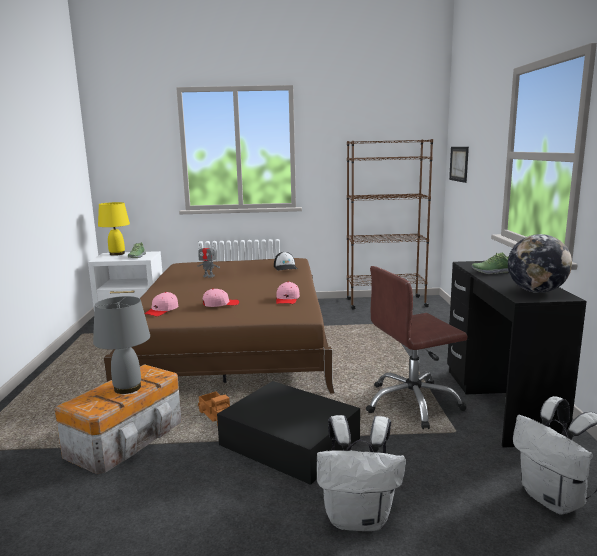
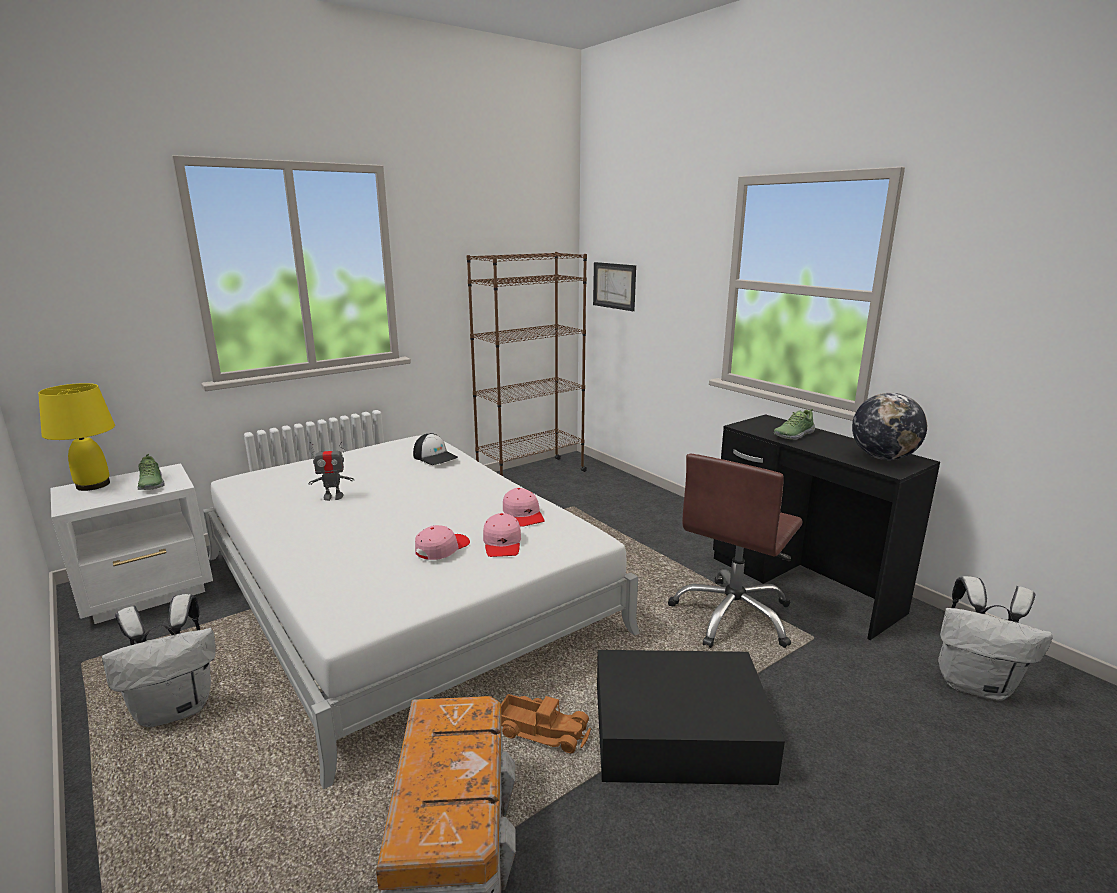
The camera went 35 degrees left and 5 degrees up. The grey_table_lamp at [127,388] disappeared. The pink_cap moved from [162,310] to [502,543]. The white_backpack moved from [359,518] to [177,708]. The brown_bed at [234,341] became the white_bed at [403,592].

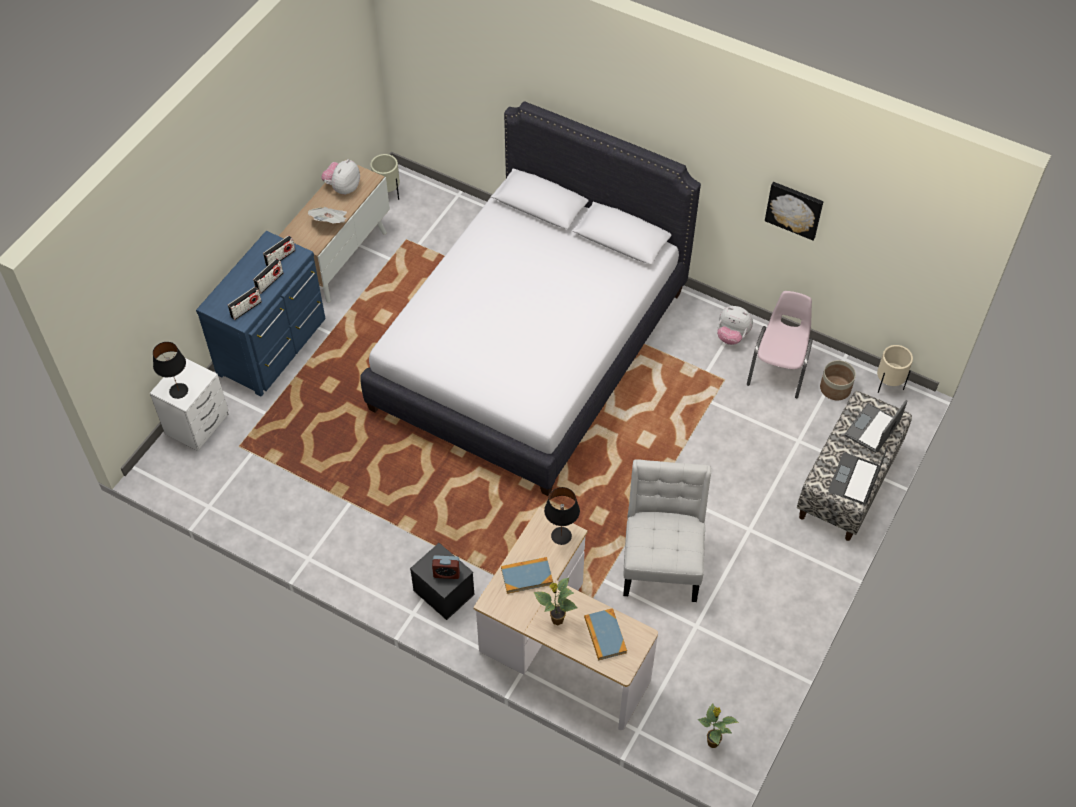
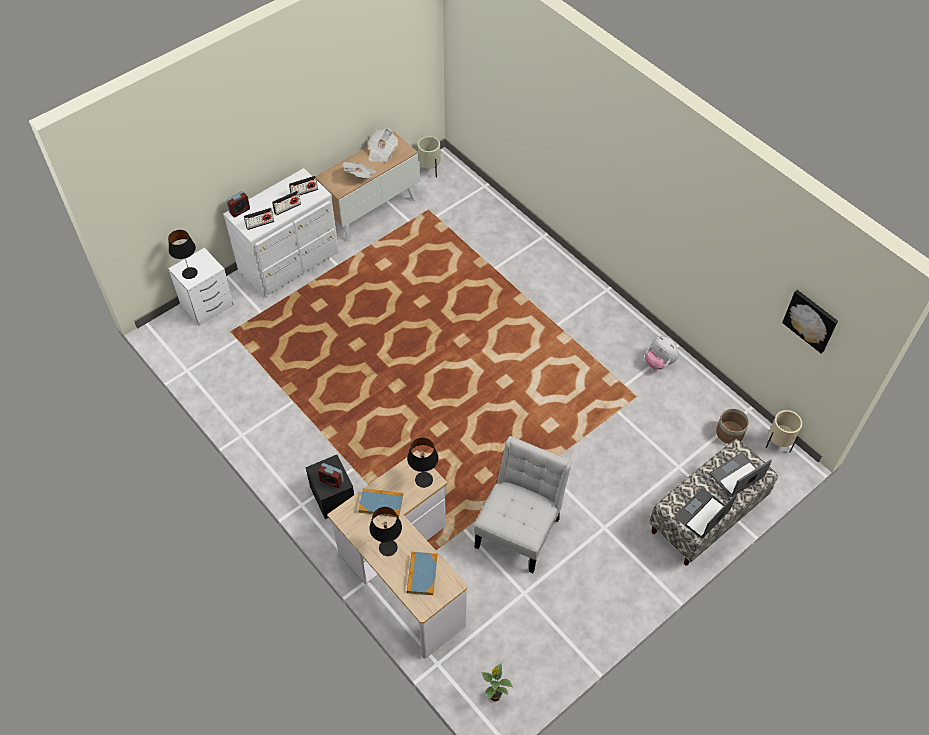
The camera went 20 degrees right and 0 degrees up. The white_bed at [529,349] disappeared. The pink_chair at [779,368] disappeared. The alarm_clock at [239,211] appeared. The picture moved from [794,209] to [811,320]. The plush_toy at [343,188] was replaced by the newspaper at [382,152]. The potted_plant at [556,620] was replaced by the black_table_lamp at [388,547]. The blue_dresser at [274,346] became the white_dresser at [291,263].

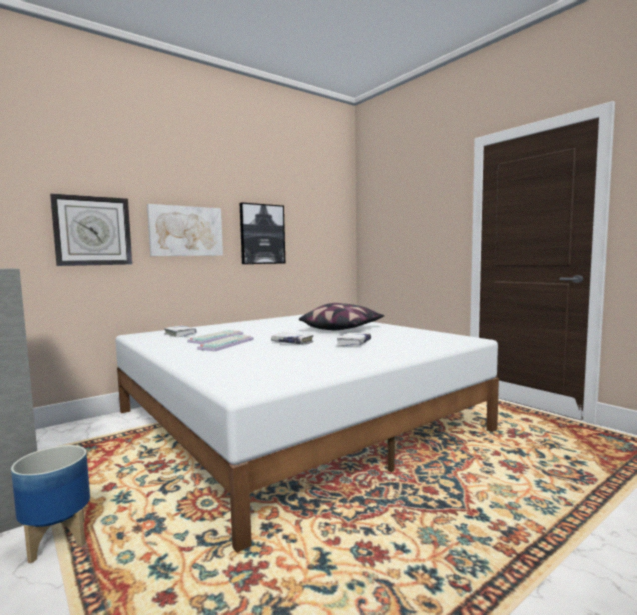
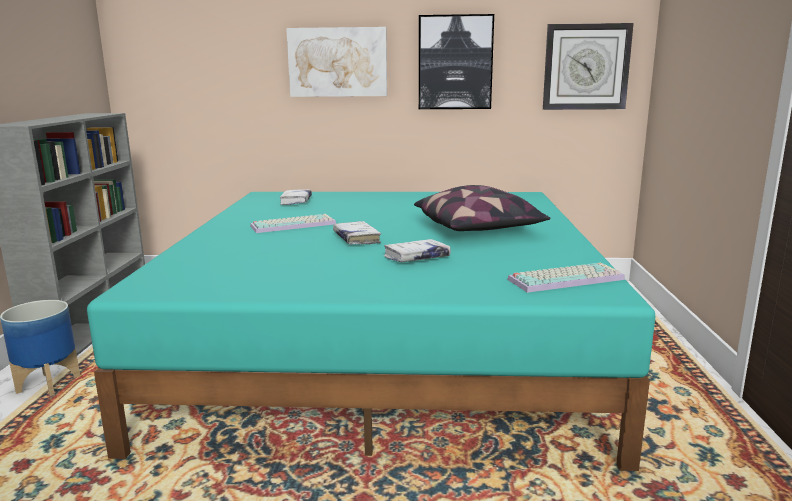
The camera went 40 degrees right and 10 degrees up. The wall_clock moved from [93,231] to [586,67]. The keyboard moved from [216,338] to [566,278]. The white_bed at [294,420] became the turquoise_bed at [387,344].

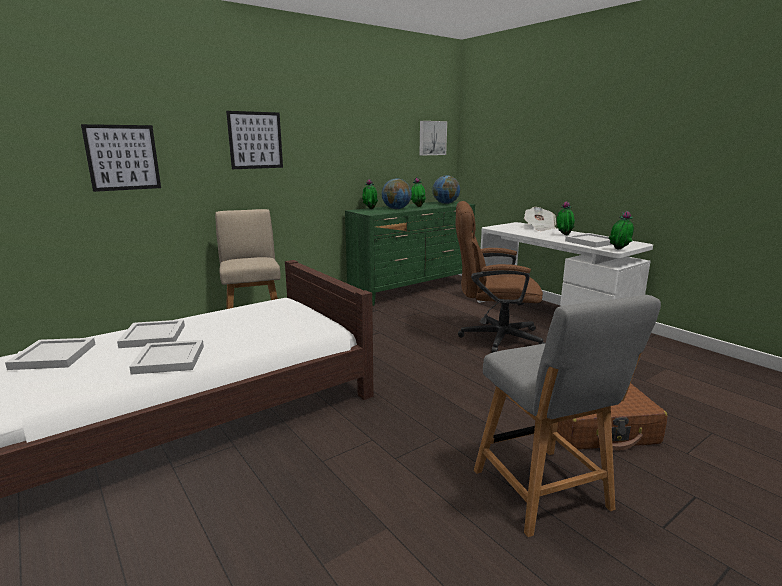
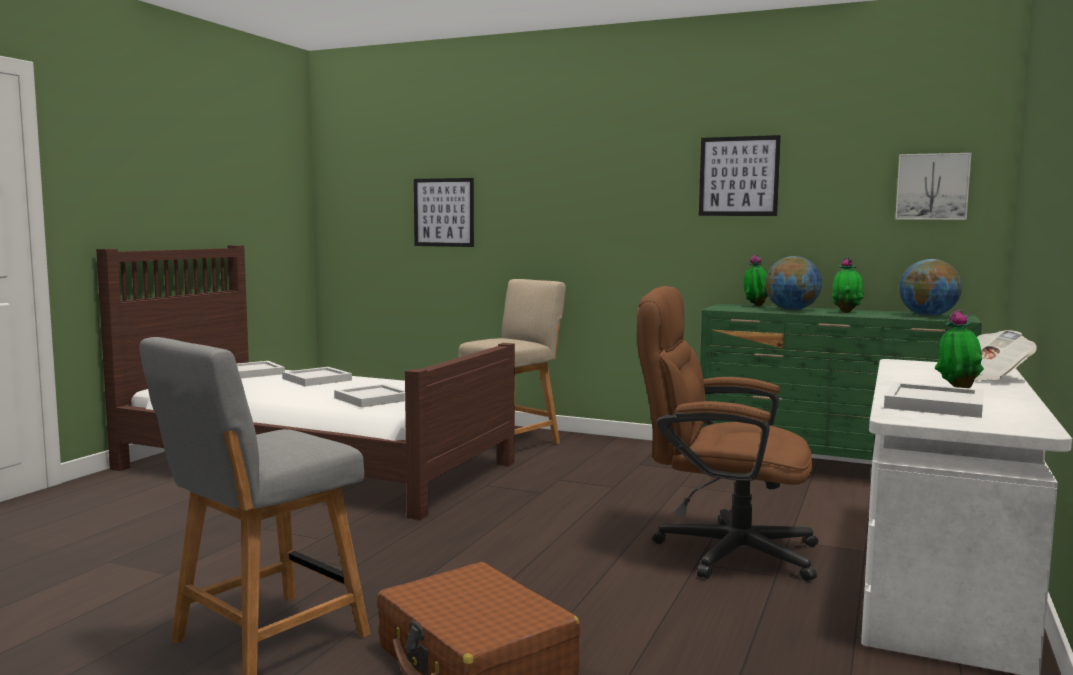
The camera went 60 degrees right and 10 degrees down. The potted_plant at [619,250] disappeared. The white_tray moved from [170,360] to [372,399]. The picture moved from [255,140] to [738,176]. The brown_office_chair at [492,337] turned 45 degrees counterclockwise.

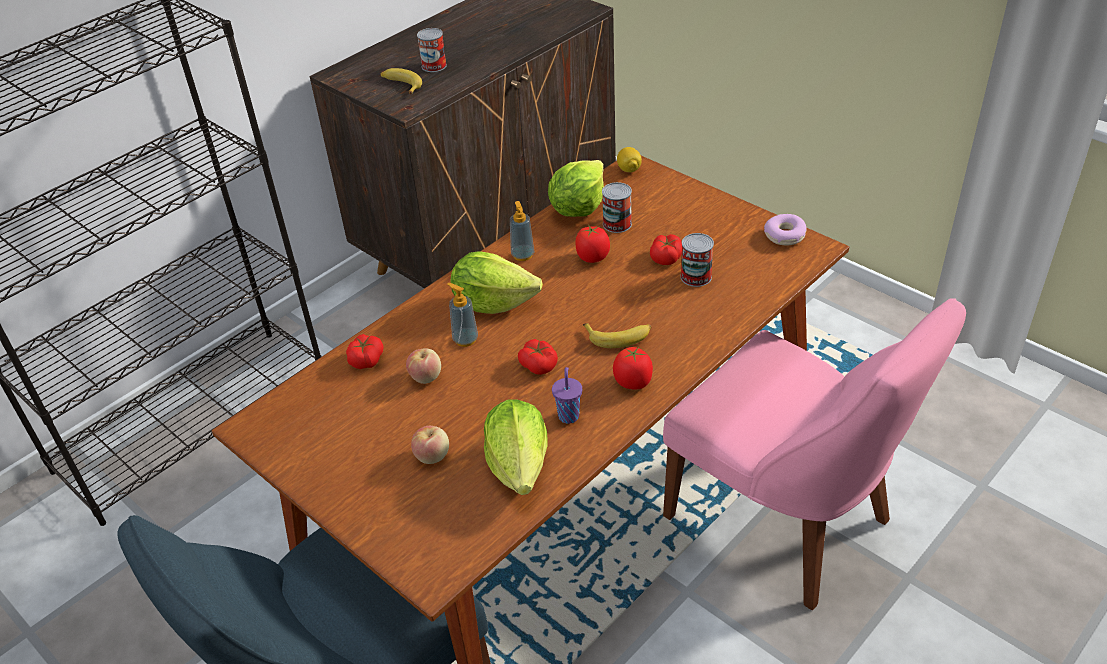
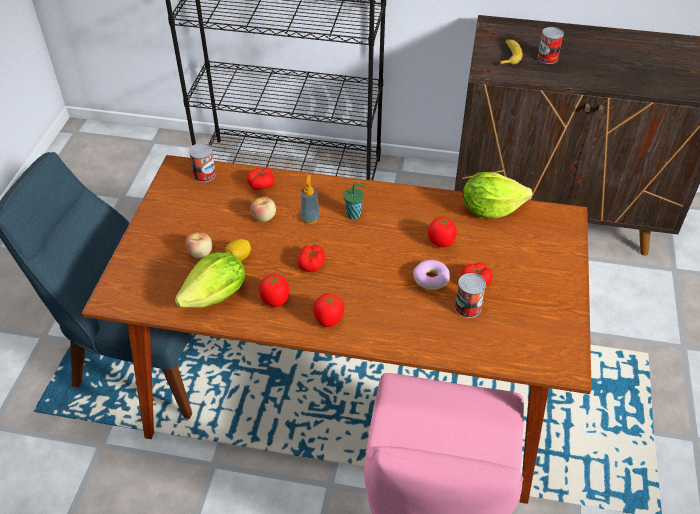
The camera went 55 degrees right and 5 degrees up. The soap_dispenser at [523,255] disappeared. The banana at [619,337] disappeared. The can moved from [617,224] to [204,175]. The lemon moved from [629,169] to [238,257]. The donut moved from [785,236] to [431,279]. The lettuce at [493,303] was replaced by the green_cup at [354,214]. The purple_cup at [568,415] was replaced by the tomato at [275,300].

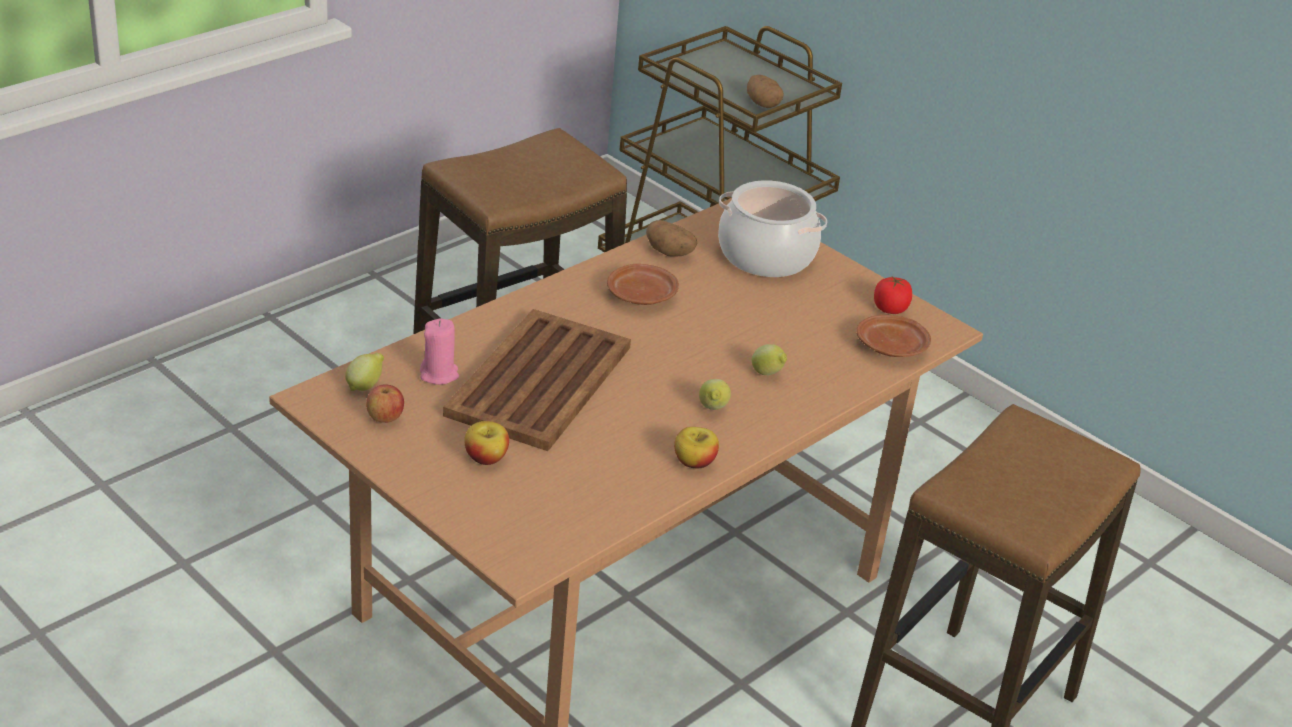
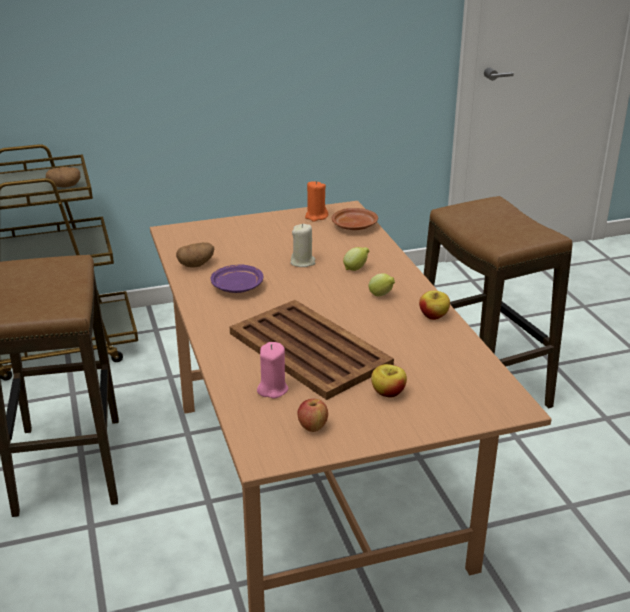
The camera went 60 degrees left and 5 degrees down. The lemon at [365,386] disappeared. The cooking_pot at [765,256] disappeared. The beige_candle at [303,262] appeared. The tomato at [890,309] was replaced by the orange_candle at [316,216]. The brown_plate at [642,295] became the purple_plate at [237,287].

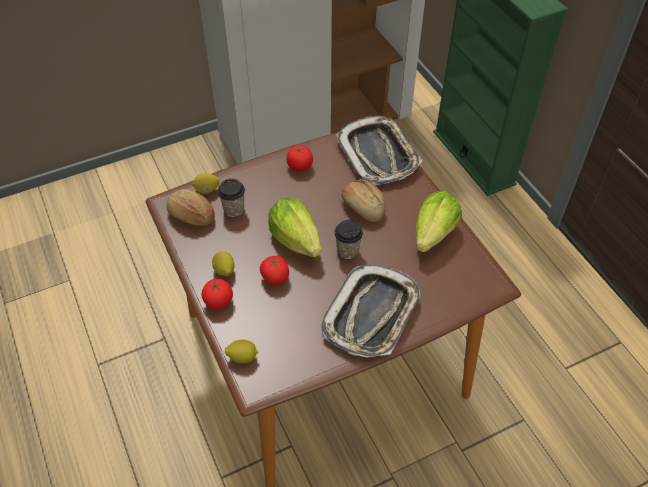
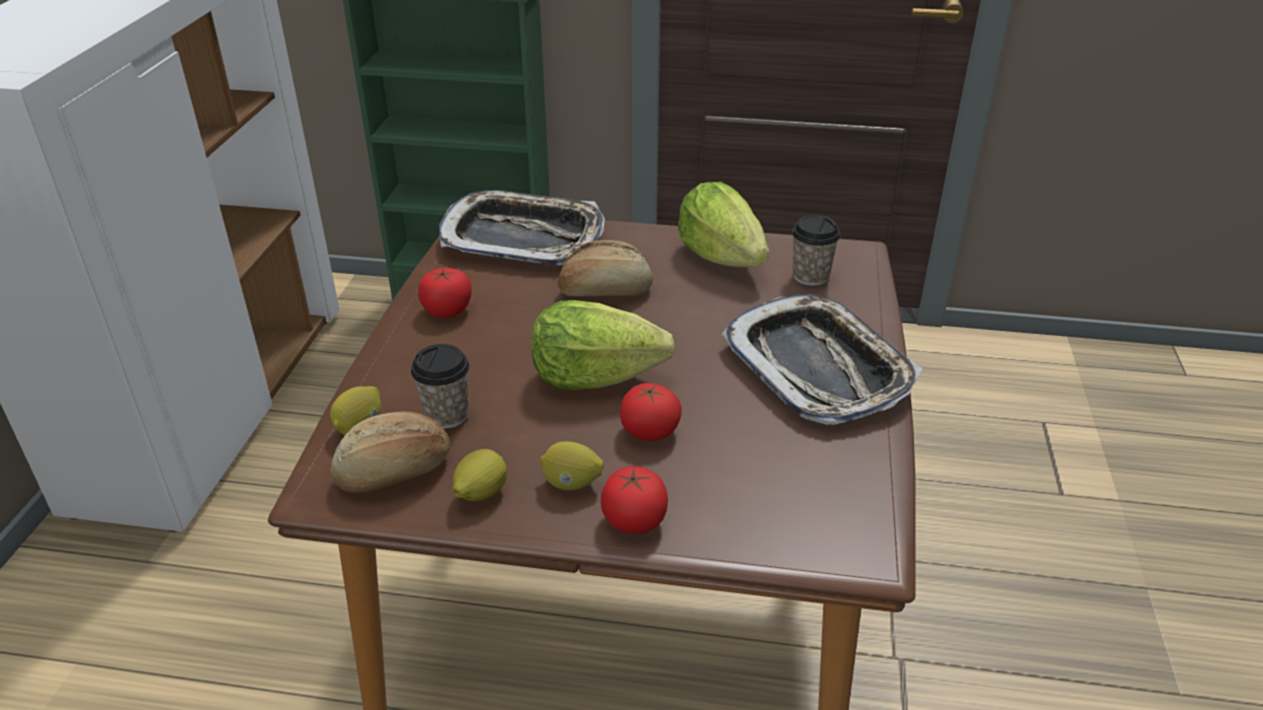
The camera went 55 degrees left and 15 degrees down. The lemon moved from [242,357] to [480,493]. The cup moved from [347,251] to [810,276].

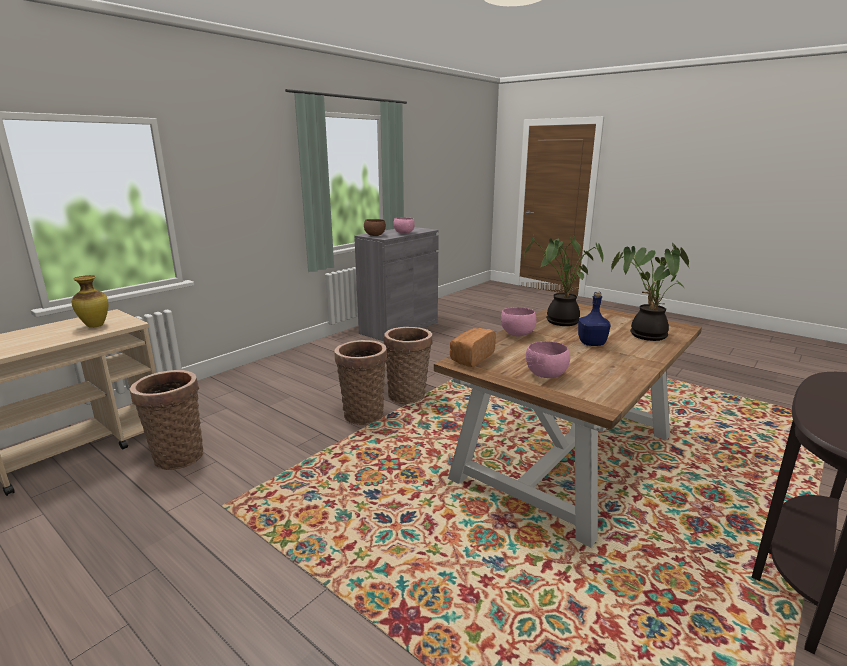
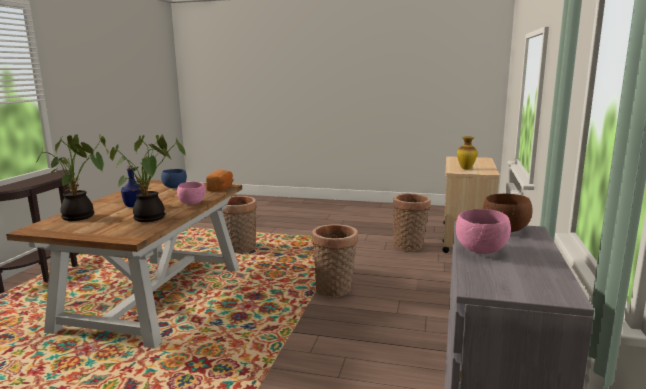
The camera went 155 degrees right and 5 degrees down. The basket moved from [408,394] to [240,249]. The pink_bowl at [545,375] became the blue_bowl at [175,187].

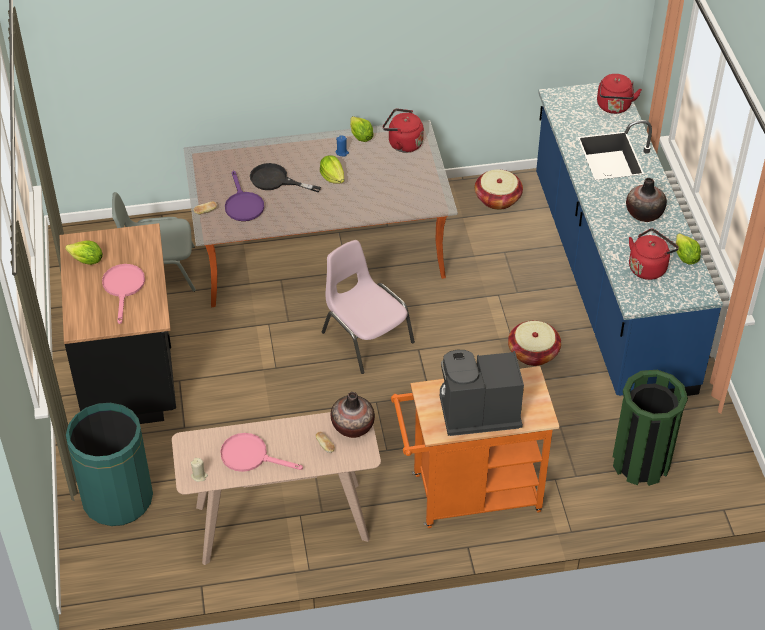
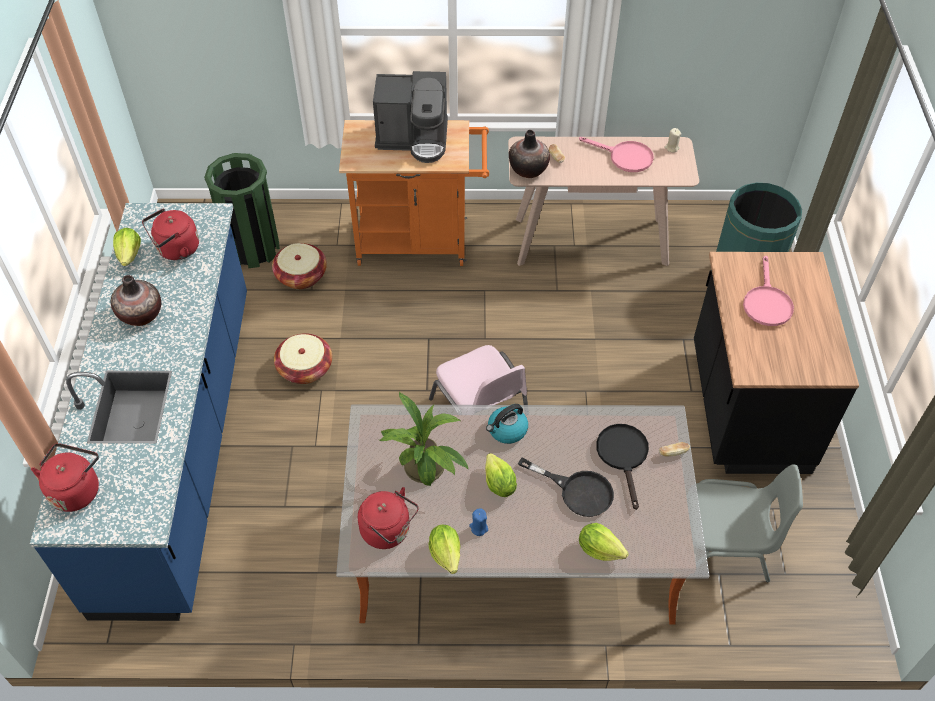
The camera went 170 degrees left and 5 degrees up. The potted_plant at [426,472] appeared. The kettle at [507,430] appeared. The lettuce moved from [87,261] to [599,549]. The basket moved from [497,199] to [301,276]. The purple_frying_pan at [243,205] became the black_frying_pan at [623,456].

